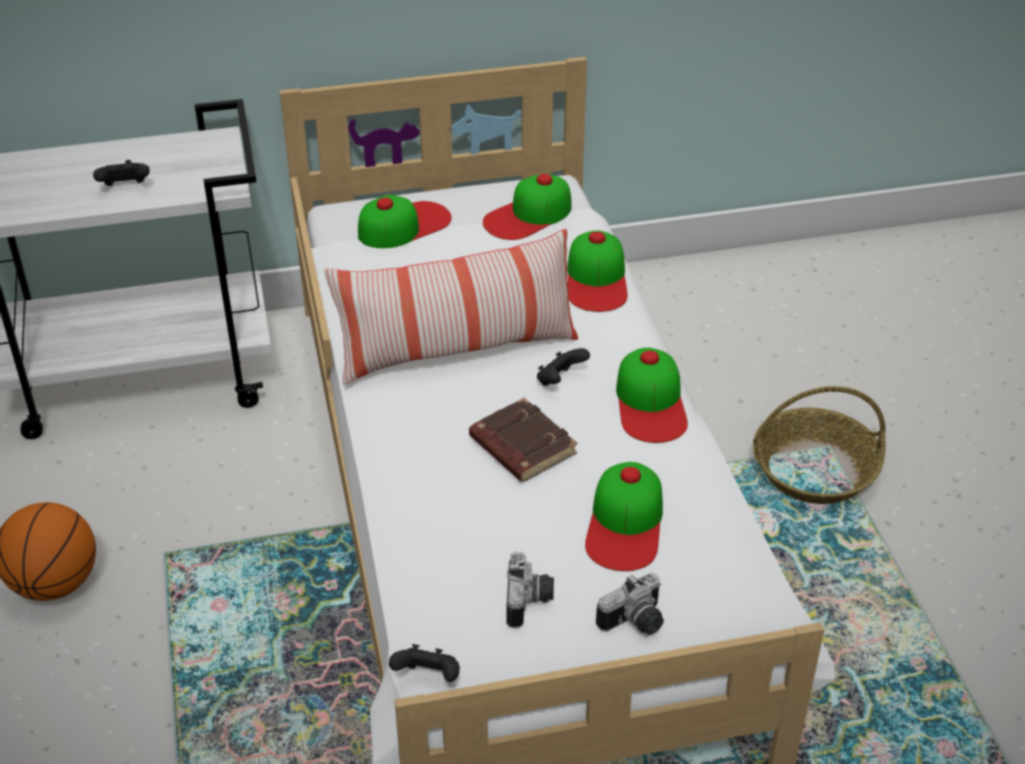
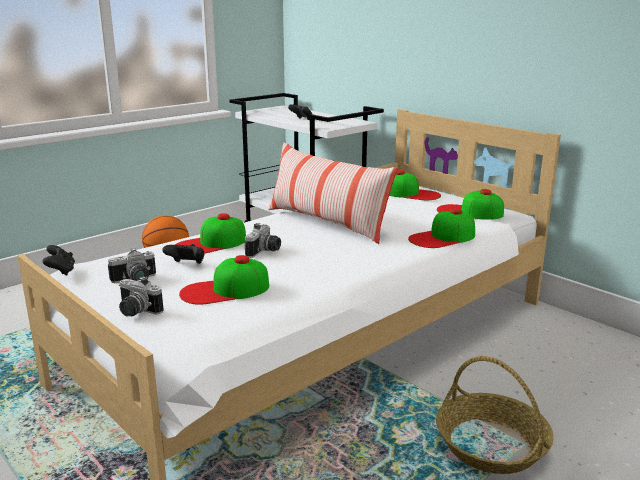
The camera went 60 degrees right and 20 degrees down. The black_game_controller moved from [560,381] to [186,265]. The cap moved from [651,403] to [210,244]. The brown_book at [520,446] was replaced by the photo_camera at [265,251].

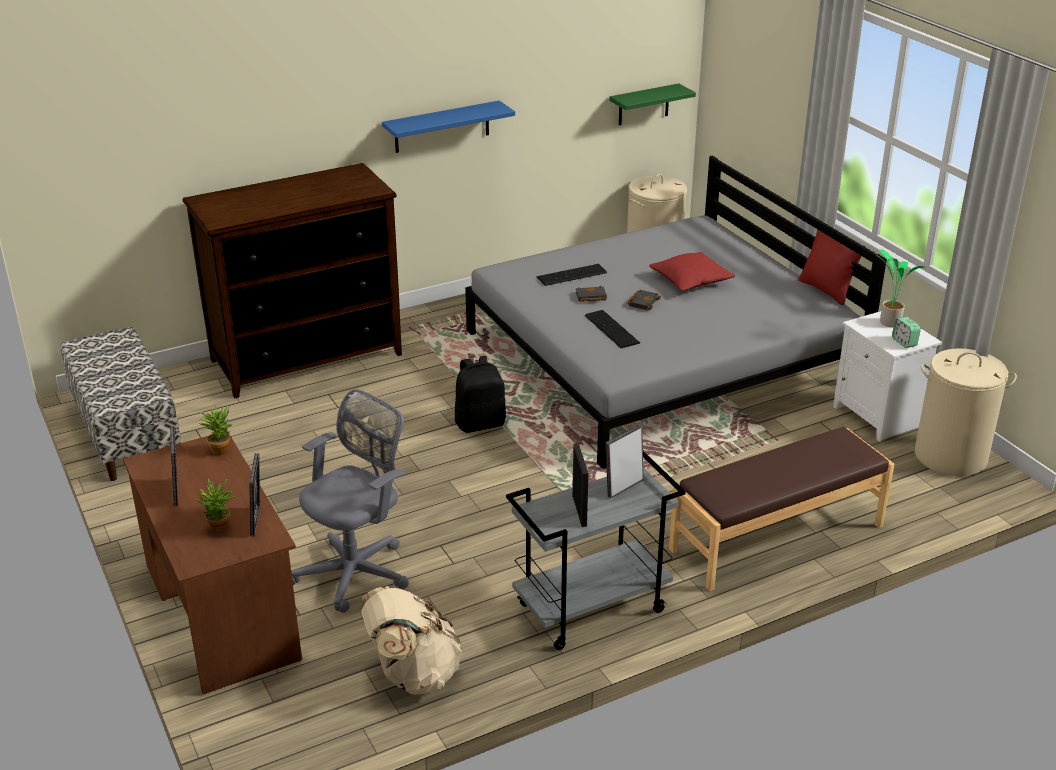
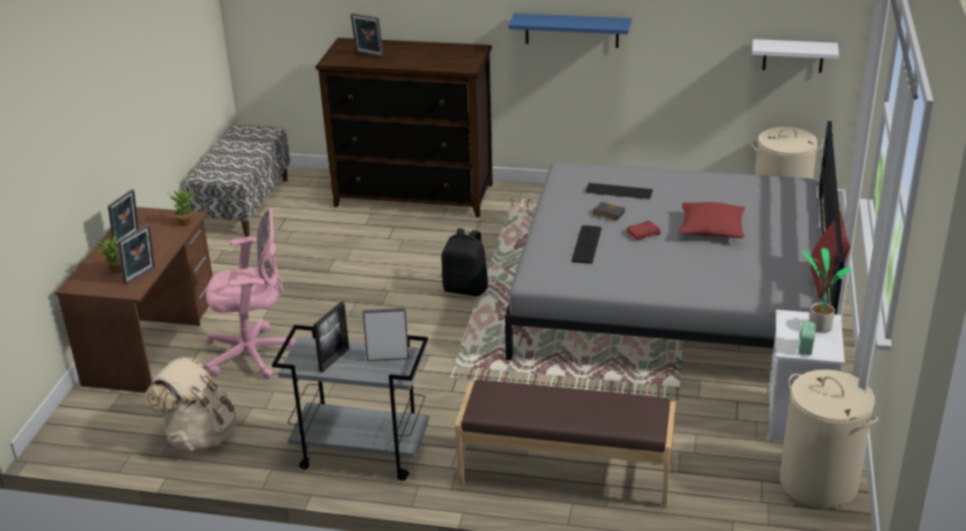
The camera went 40 degrees right and 0 degrees up. The picture_frame at [368,54] appeared. The grey_office_chair at [356,571] became the pink_office_chair at [254,354]. The green_shelf at [643,105] became the white_shelf at [793,56]. The black_book at [643,302] became the red_book at [643,232].

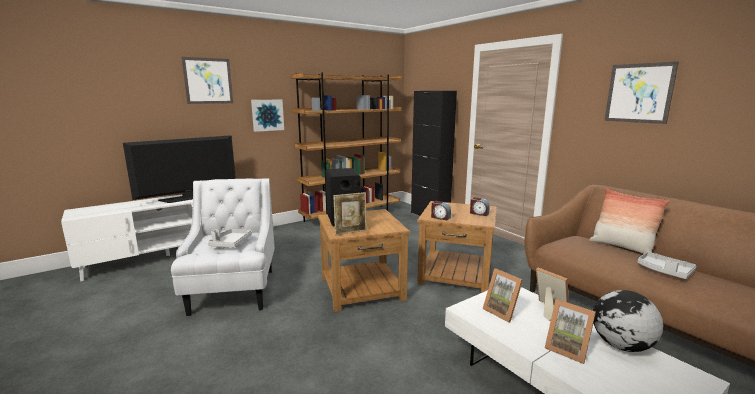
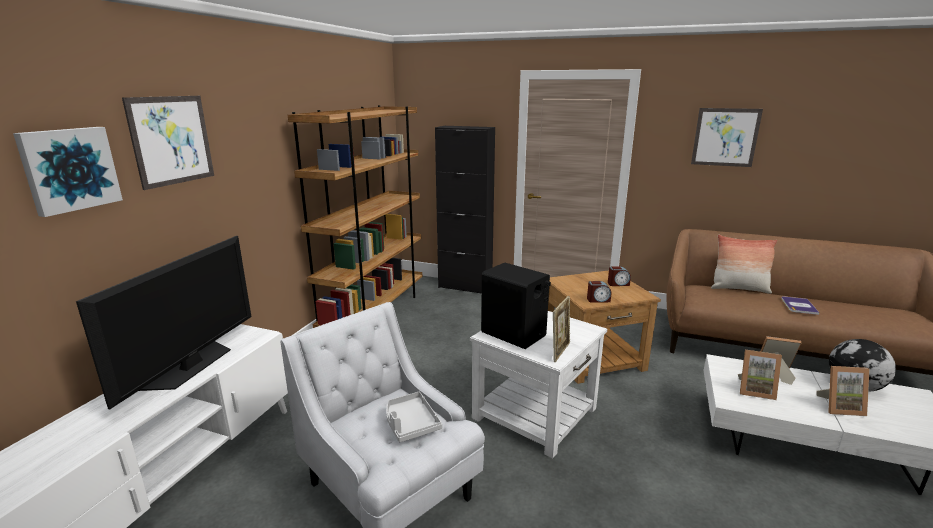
The camera went 35 degrees left and 5 degrees up. The picture moved from [267,115] to [69,169]. The grey_tray at [664,271] was replaced by the book at [798,306]. The brown_side_table at [362,288] became the white_side_table at [535,413].

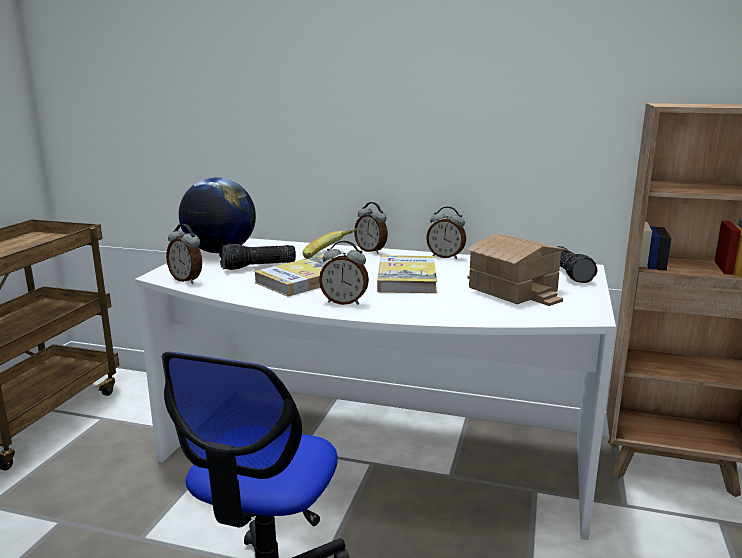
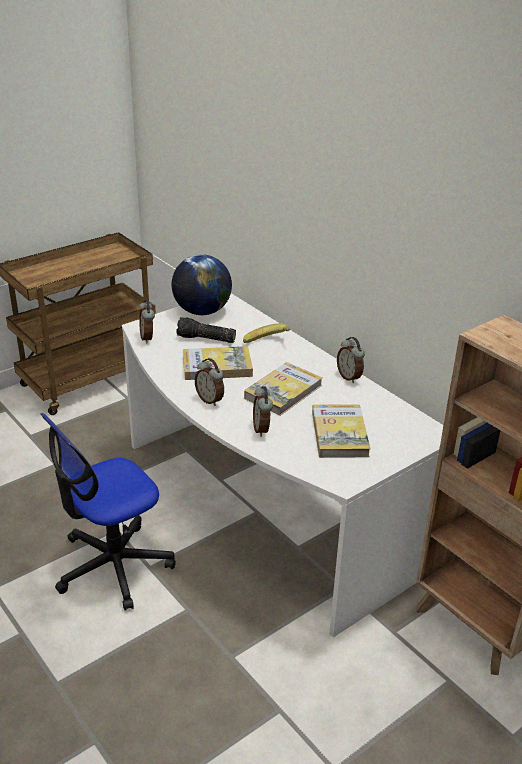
The camera went 35 degrees right and 15 degrees up. The flashlight at [571,273] disappeared. The alarm_clock moved from [371,251] to [262,429]. The toy_house at [513,289] was replaced by the book at [339,434].

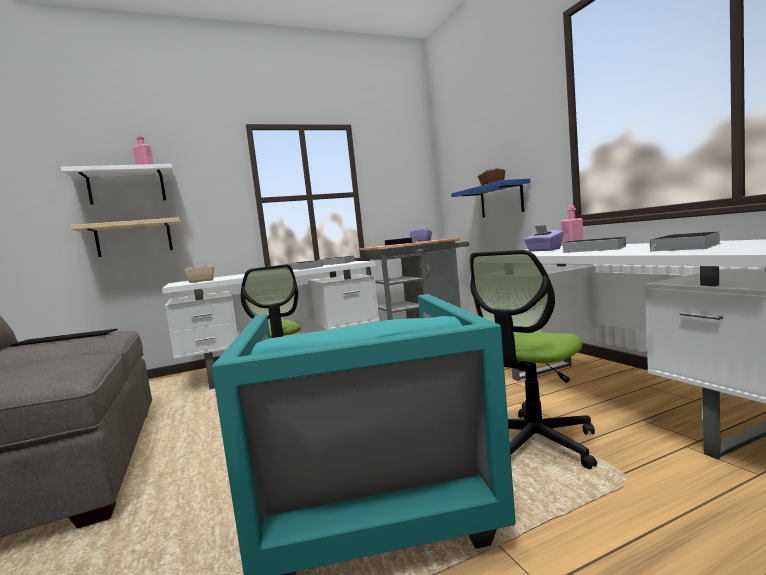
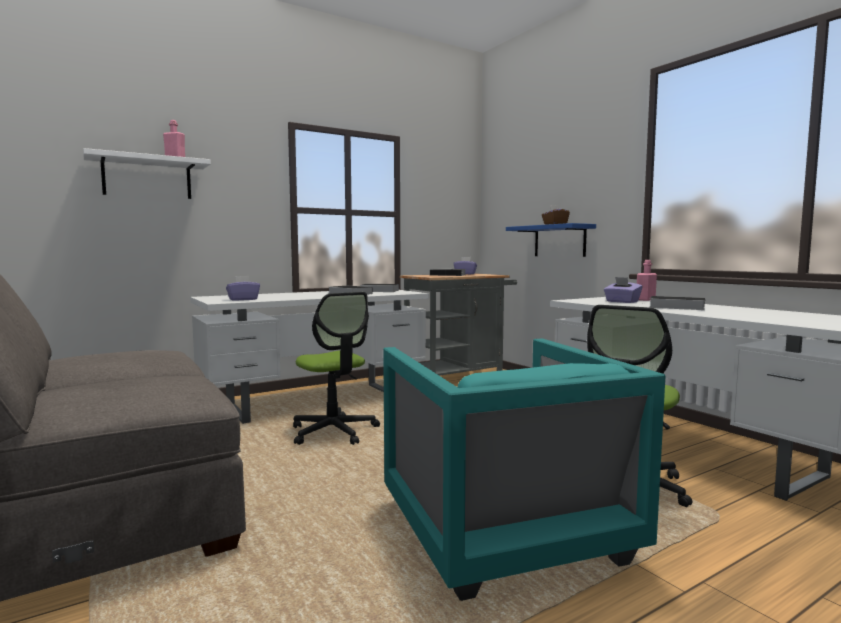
The camera went 10 degrees left and 0 degrees up. The keyboard at [64,338] disappeared. The beige_shelf at [134,238] disappeared. The book at [686,247] disappeared. The beige_tissue_box at [201,281] became the purple_tissue_box at [243,299].

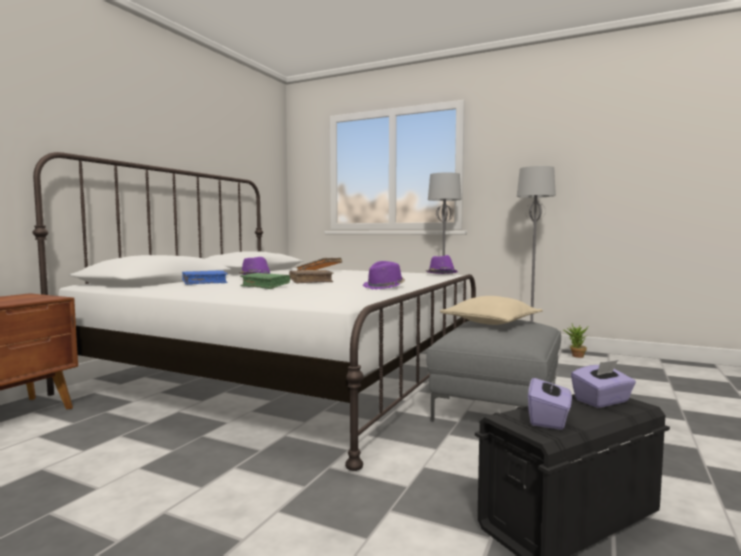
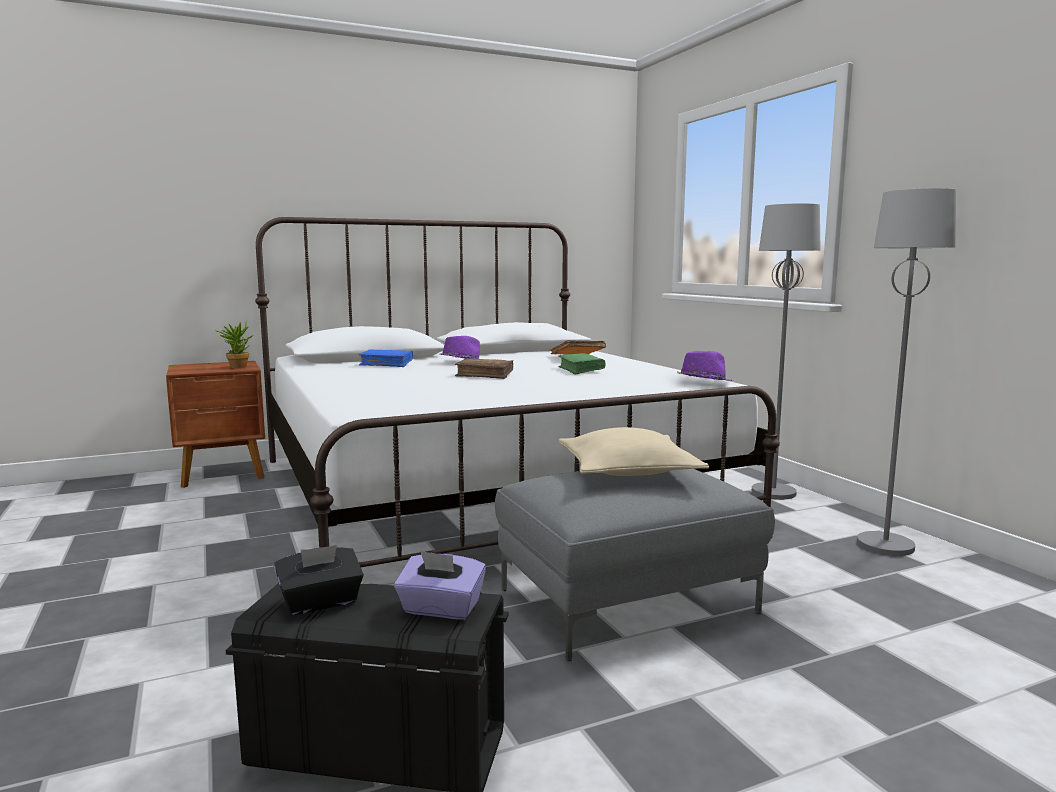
The camera went 40 degrees right and 5 degrees up. The purple_hat at [384,287] disappeared. The green_book moved from [265,286] to [581,370]. The potted_plant moved from [575,356] to [237,366]. The purple_tissue_box at [549,419] became the black_tissue_box at [320,602].

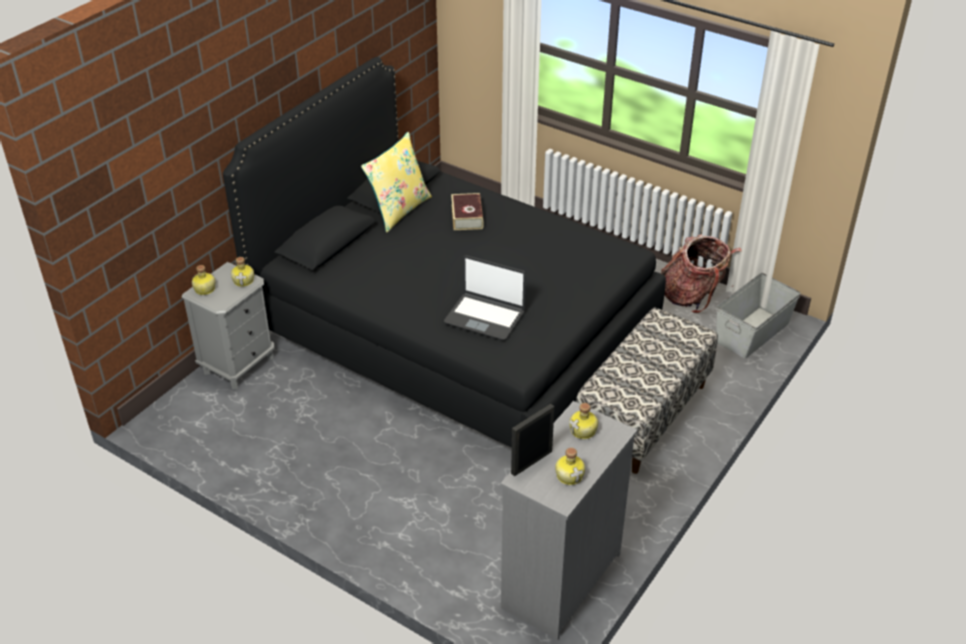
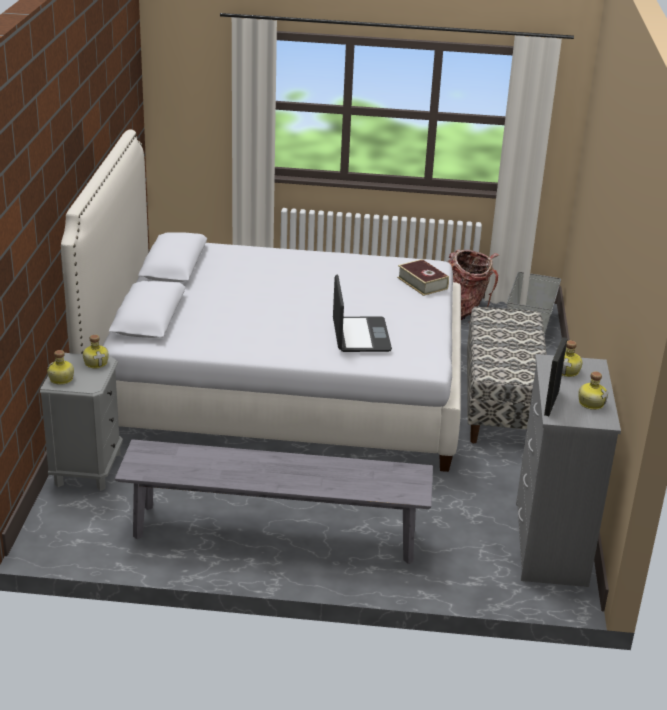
The camera went 30 degrees left and 10 degrees down. The yellow_pillow at [399,210] disappeared. The grey_bench at [275,534] appeared. The book moved from [467,217] to [422,283]. The black_bed at [453,332] became the white_bed at [278,387]. The laptop at [485,317] turned 90 degrees counterclockwise.

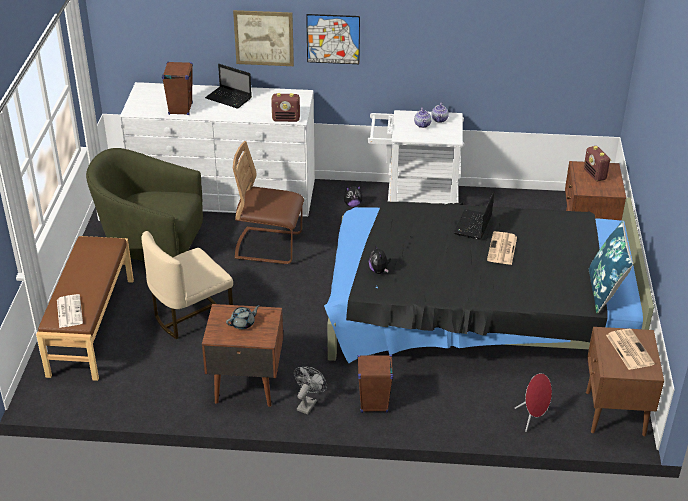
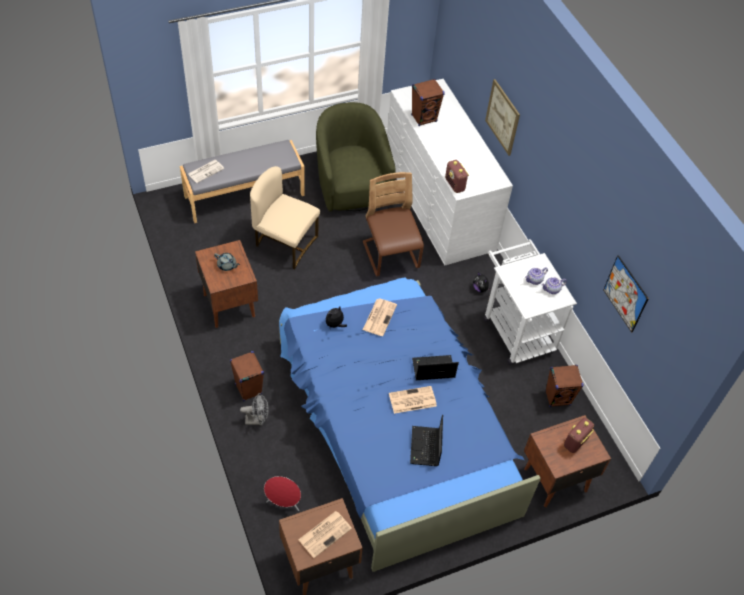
The camera went 60 degrees right and 15 degrees up. The blue_pillow at [605,291] disappeared. The newspaper at [379,317] appeared. The brown_speaker at [557,398] appeared. The laptop moved from [229,98] to [425,447]. The grey_fan moved from [308,403] to [257,420]. The picture moved from [333,39] to [625,293]. The brown_bench at [91,326] became the grey_bench at [244,195]. The black_bed at [477,311] became the blue_bed at [394,423].

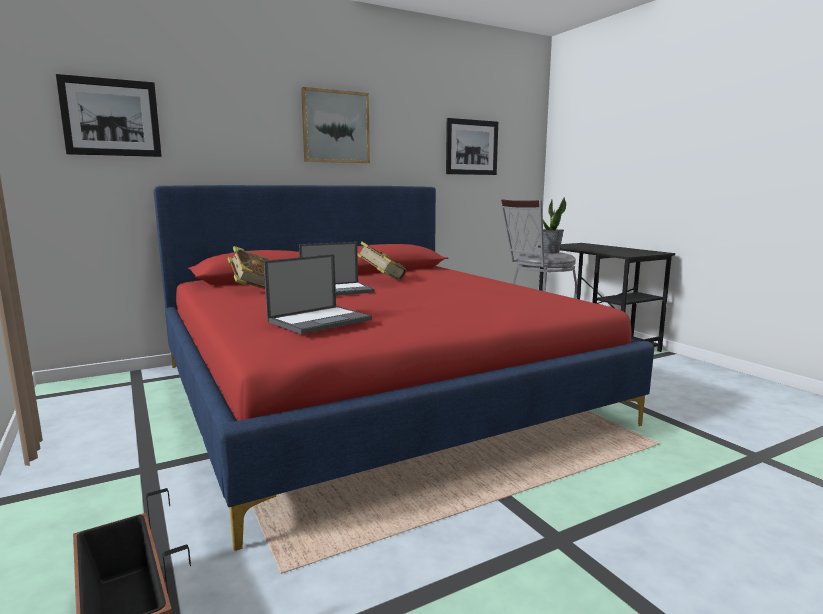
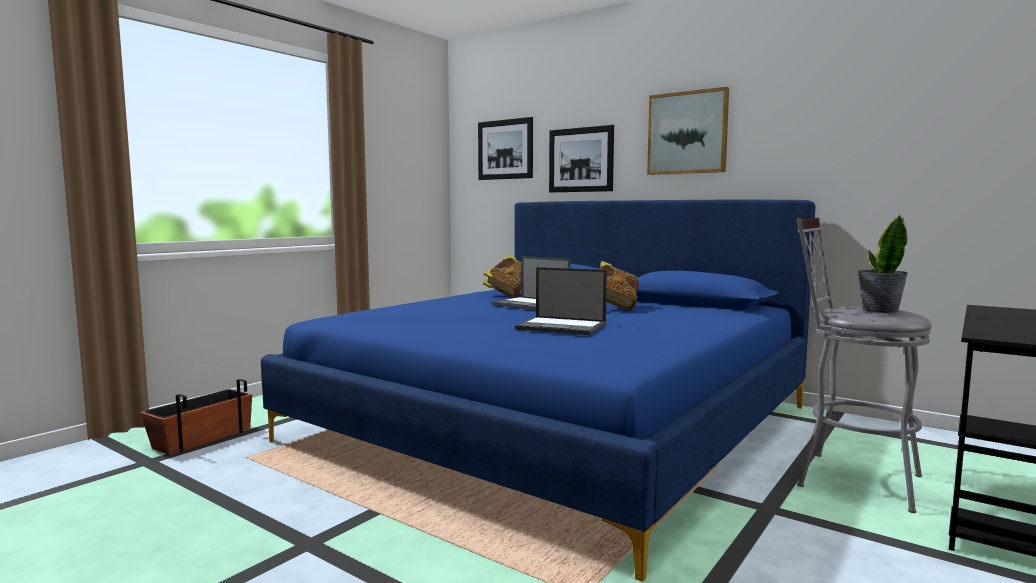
The camera went 65 degrees right and 5 degrees down. The laptop moved from [320,320] to [562,327]. The picture moved from [471,147] to [580,160]. The red_bed at [374,392] became the blue_bed at [557,423].

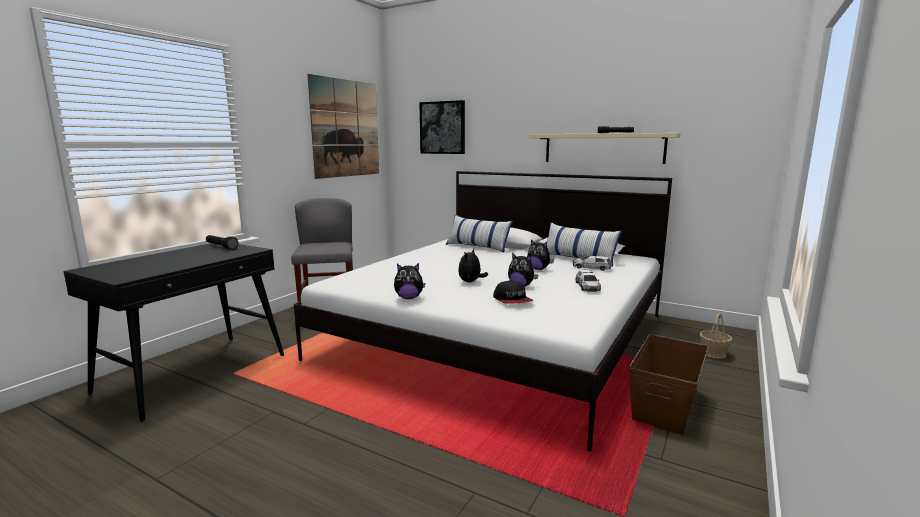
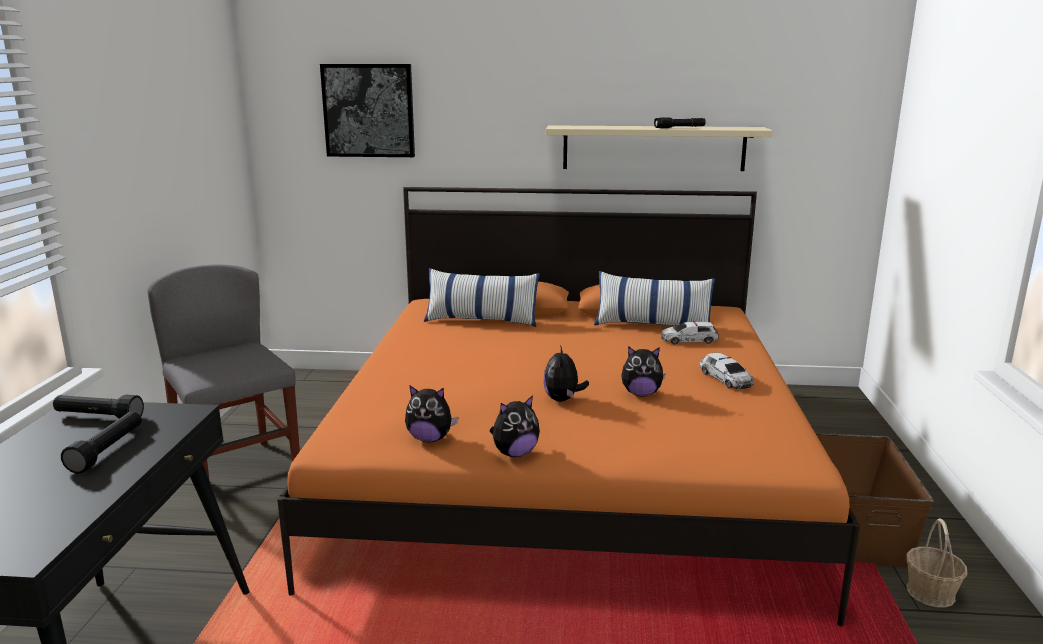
The camera went 25 degrees left and 5 degrees up. The picture at [346,128] disappeared. The cap at [512,300] disappeared. The black_flashlight at [108,451] appeared. The plush_toy moved from [538,269] to [430,439]. The basket moved from [713,353] to [930,593]. The white_bed at [499,336] became the orange_bed at [568,465].

